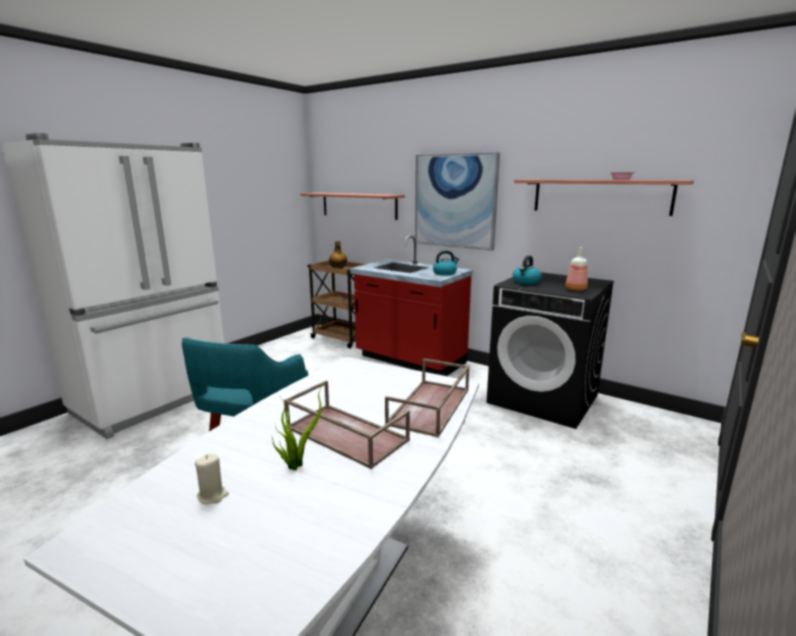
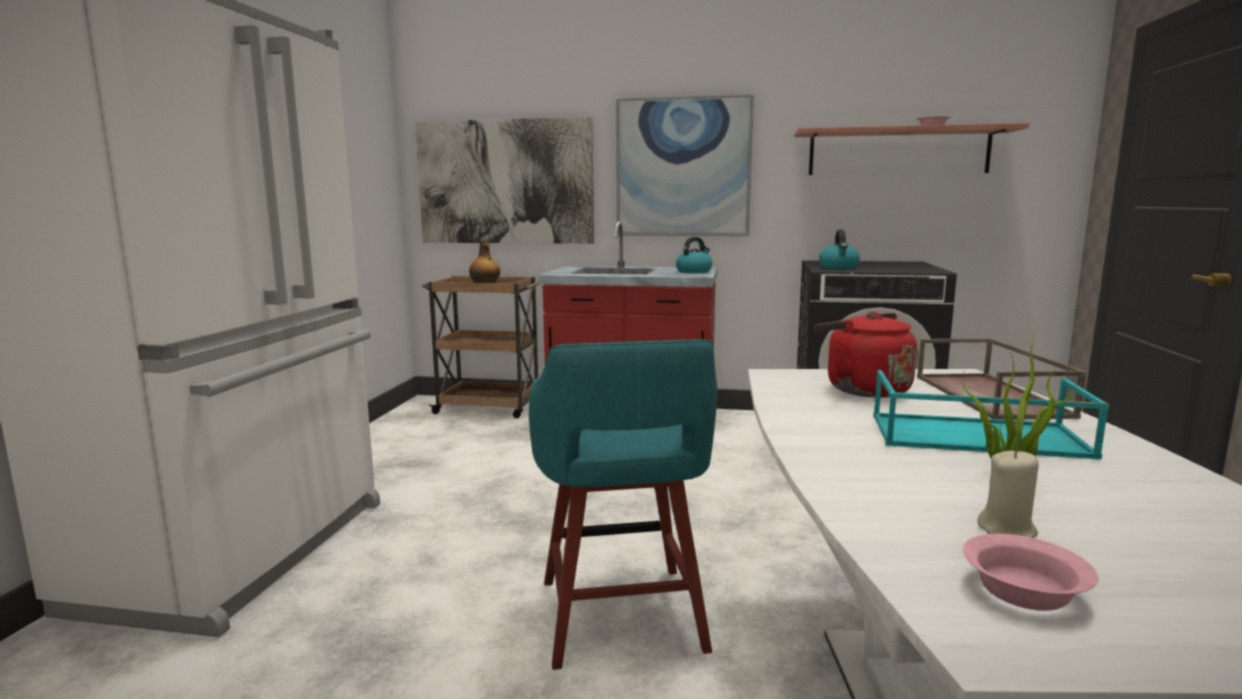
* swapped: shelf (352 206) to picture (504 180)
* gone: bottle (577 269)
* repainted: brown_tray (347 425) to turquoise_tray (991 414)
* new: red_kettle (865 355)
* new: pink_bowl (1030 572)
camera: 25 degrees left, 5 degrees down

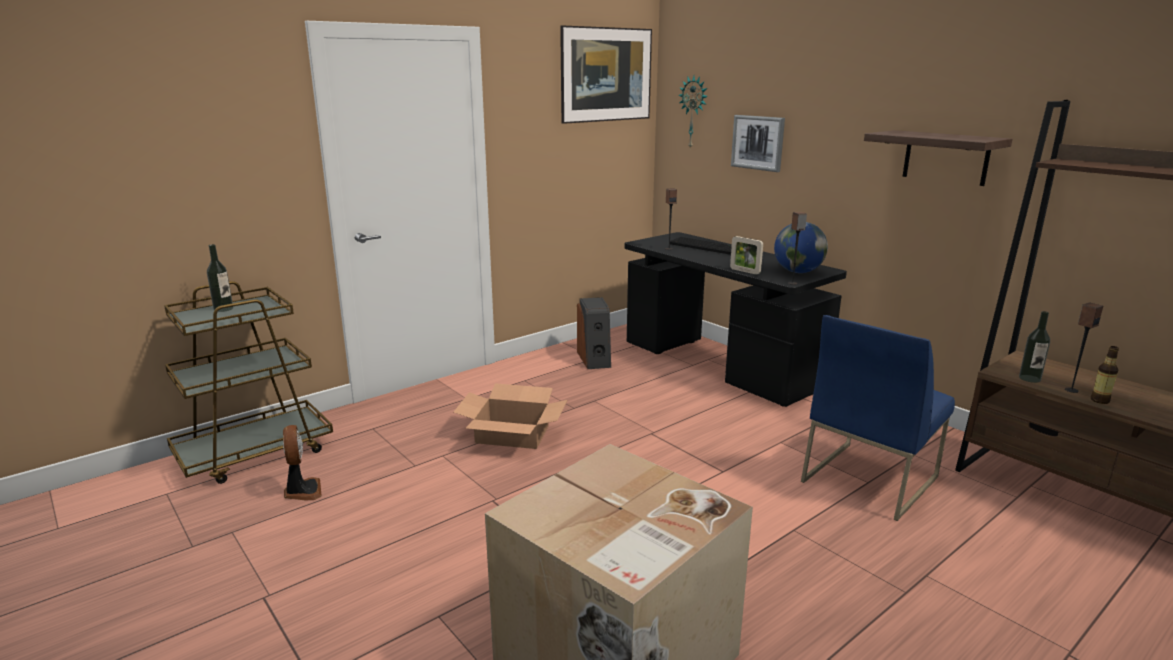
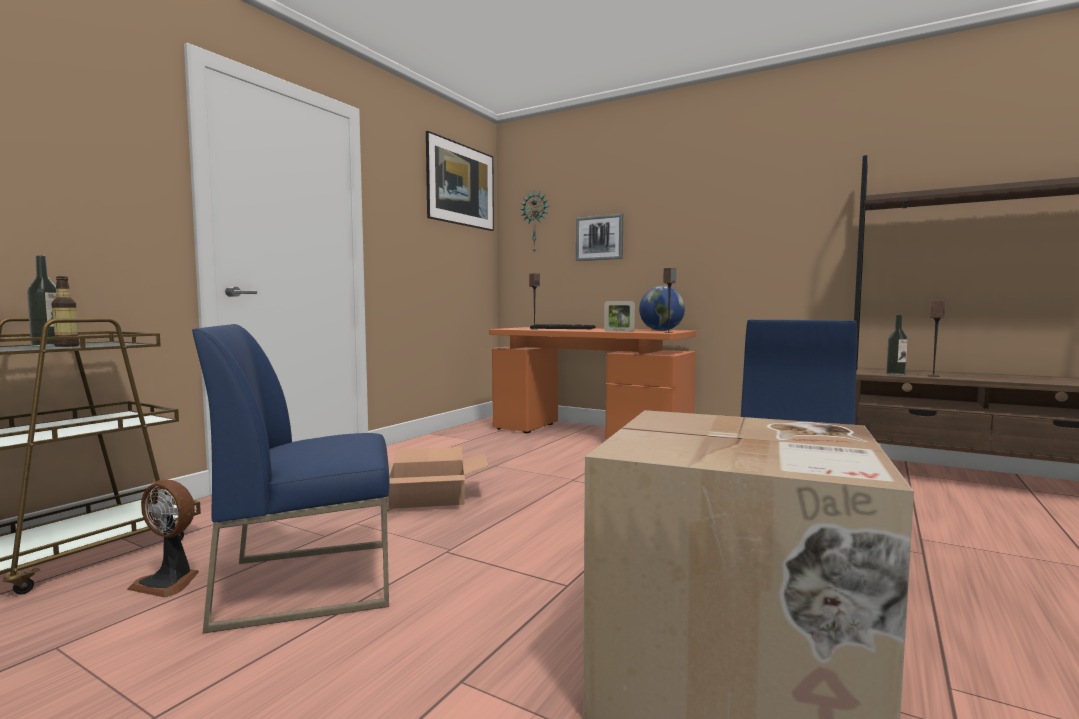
* gone: shelf (938 158)
* repainted: black_desk (736 319) to orange_desk (593 384)
* gone: speaker (594 333)
* shifted: bottle (1105 375) to (65 311)
* rotated: fan (302 462) = (163 538) 150 degrees clockwise
* new: blue_chair (290 478)
camera: 20 degrees left, 15 degrees down

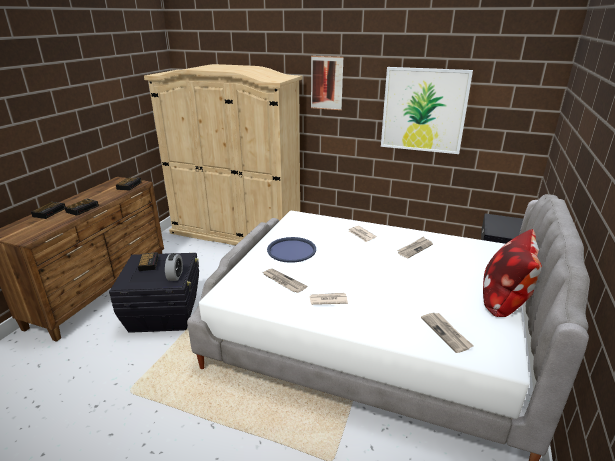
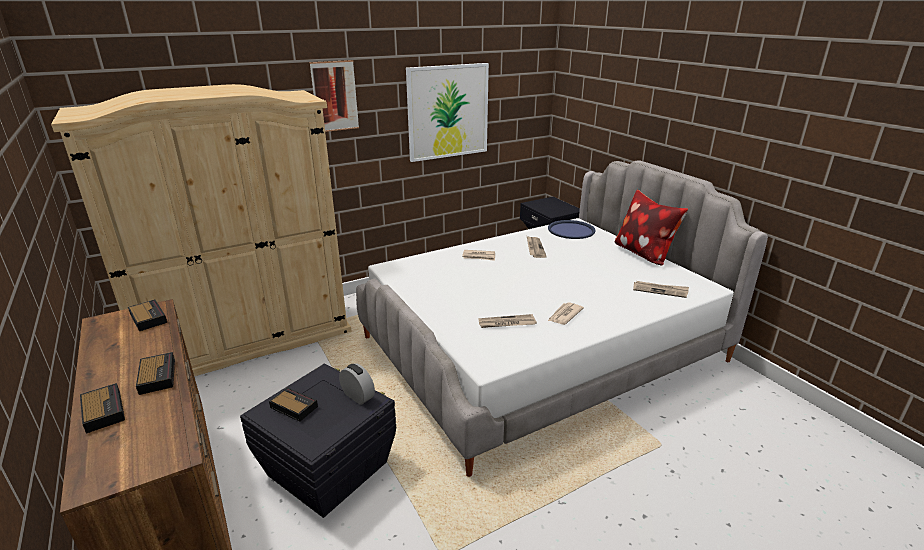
* shifted: blue_tray (291 250) to (572 229)
camera: 50 degrees left, 0 degrees up

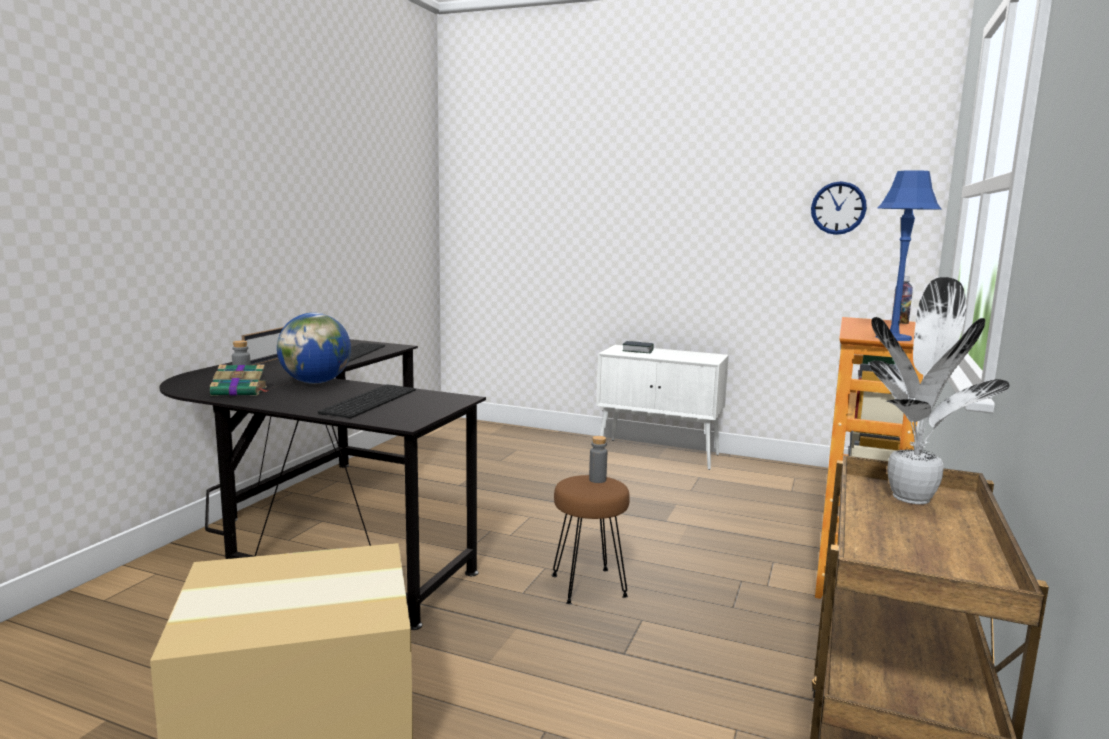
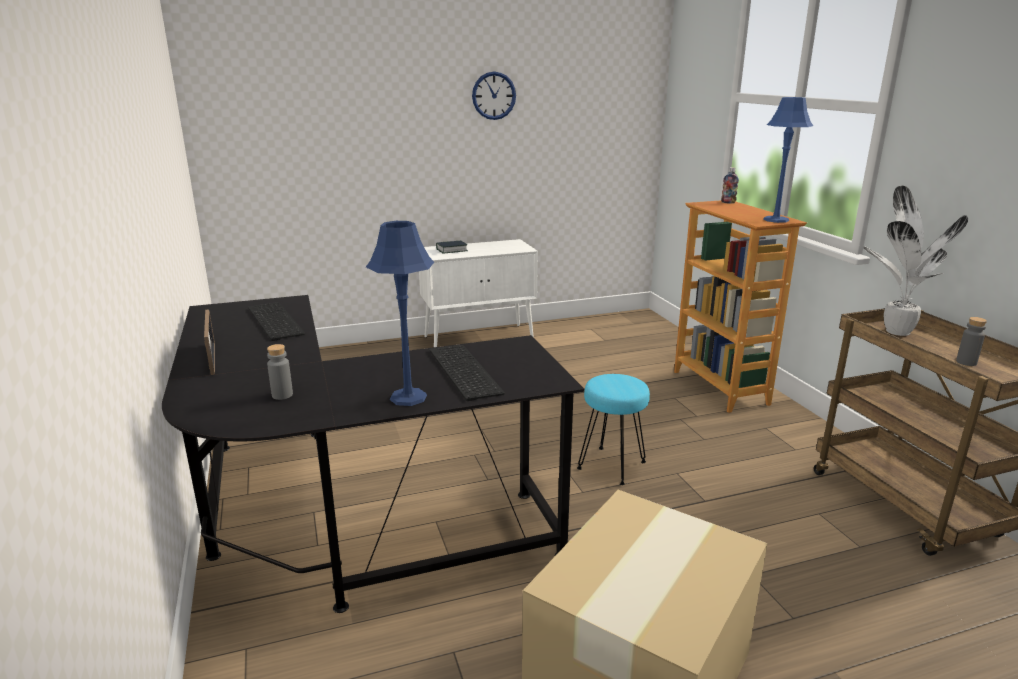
* shifted: wall_clock (839 208) to (494 96)
* gone: globe (314 348)
* gone: book (239 380)
* shifted: grey_bottle (598 459) to (971 341)
* repainted: brown_stool (591 539) to turquoise_stool (613 429)
* new: blue_table_lamp (400 313)
camera: 40 degrees left, 10 degrees up

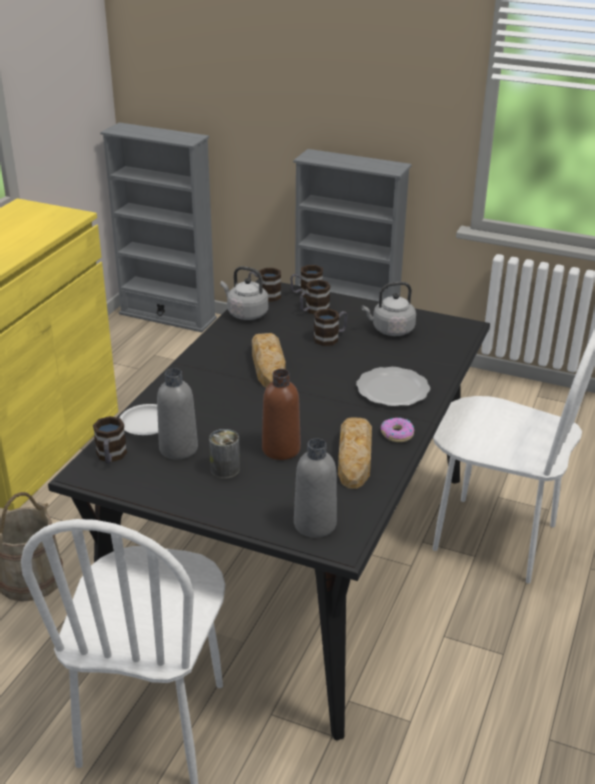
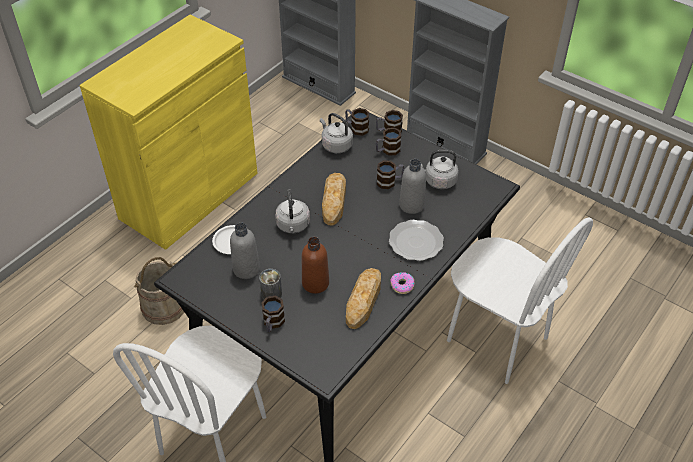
* shifted: mug (110 440) to (273 314)
* shifted: grey_bottle (315 488) to (412 186)
* new: grey_kettle (292 211)
camera: 15 degrees right, 15 degrees up

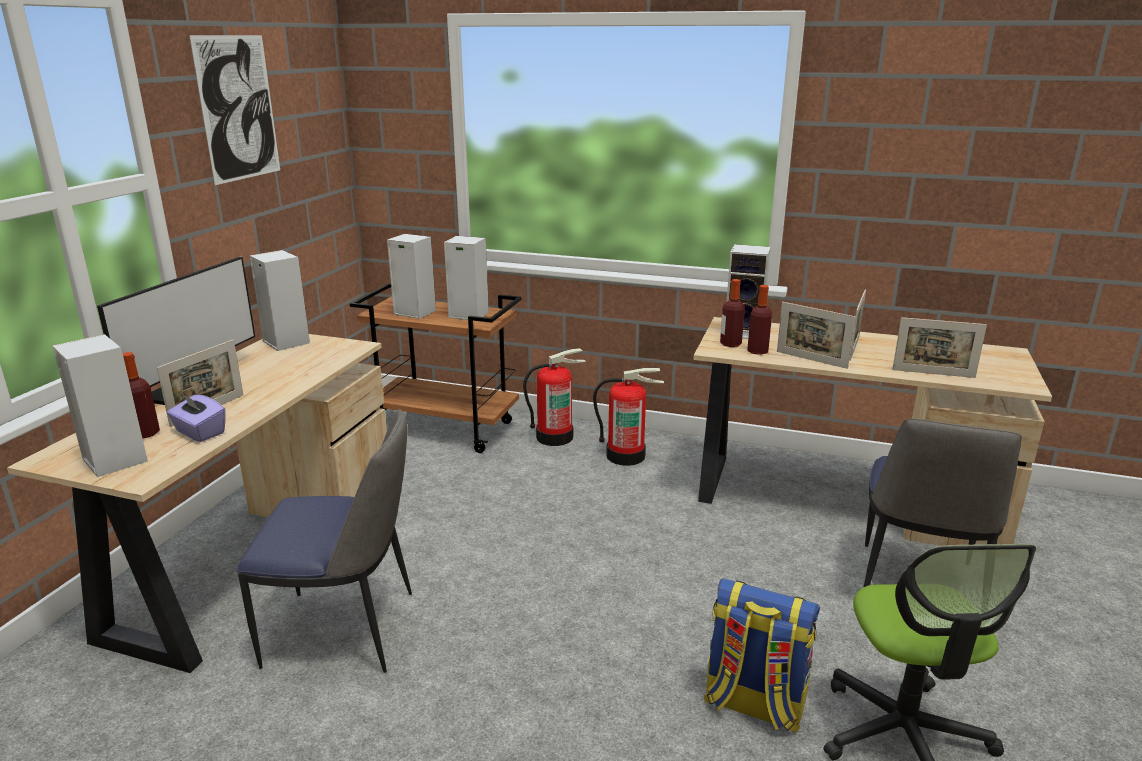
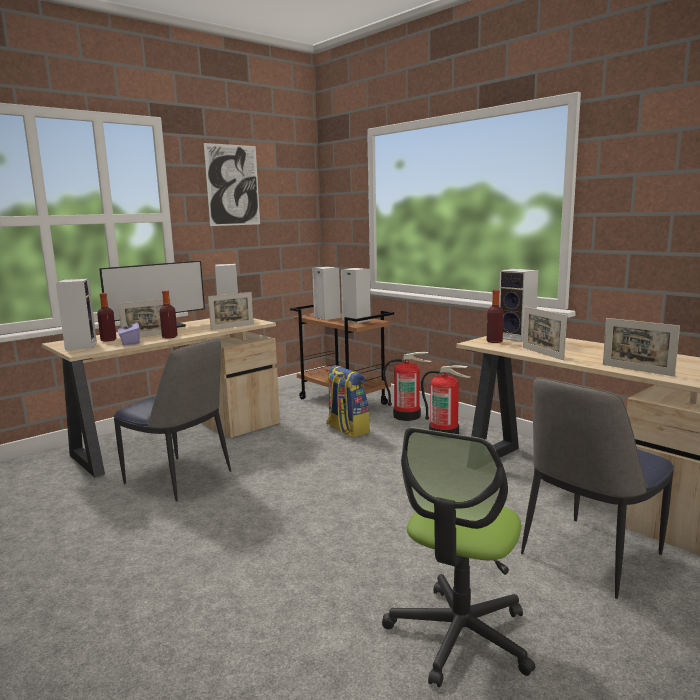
* shifted: bottle (759 320) to (168 314)
* shifted: picture_frame (857 325) to (231 311)
* shifted: backpack (762 655) to (348 401)
camera: 30 degrees right, 10 degrees down

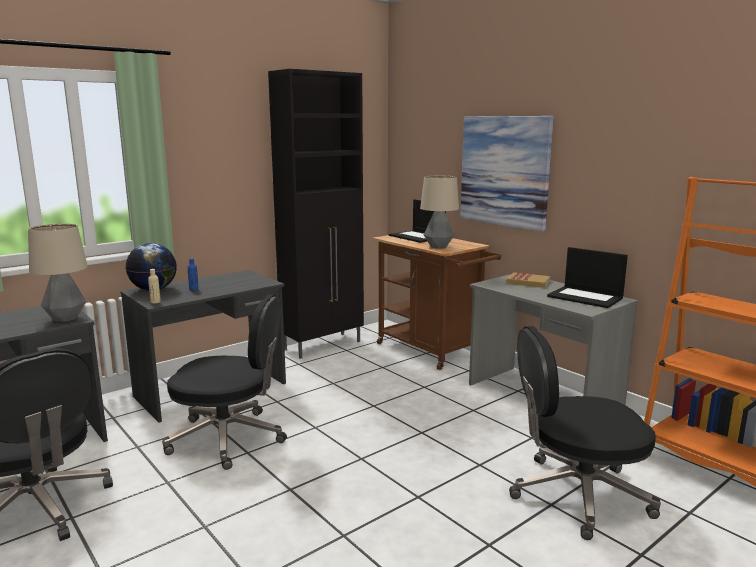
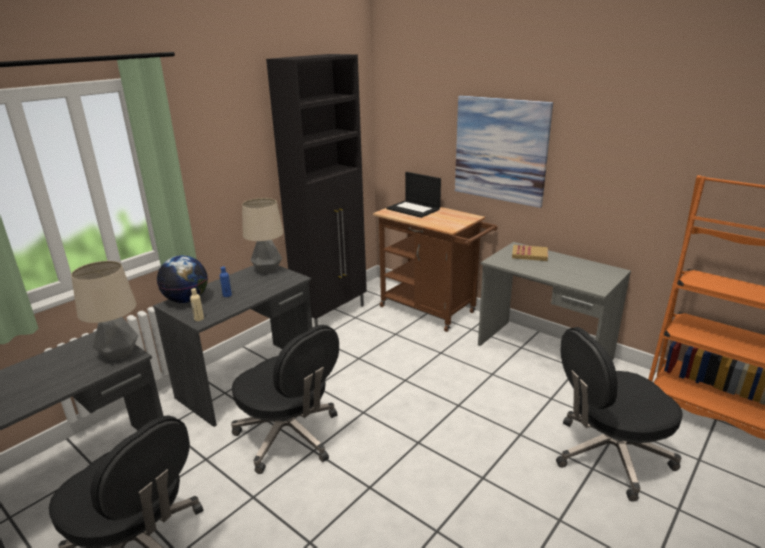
* shifted: table_lamp (439 212) to (262 236)
* gone: laptop (587 277)
* rotated: black_office_chair (224 382) = (285 399) 45 degrees clockwise
camera: 10 degrees left, 10 degrees up

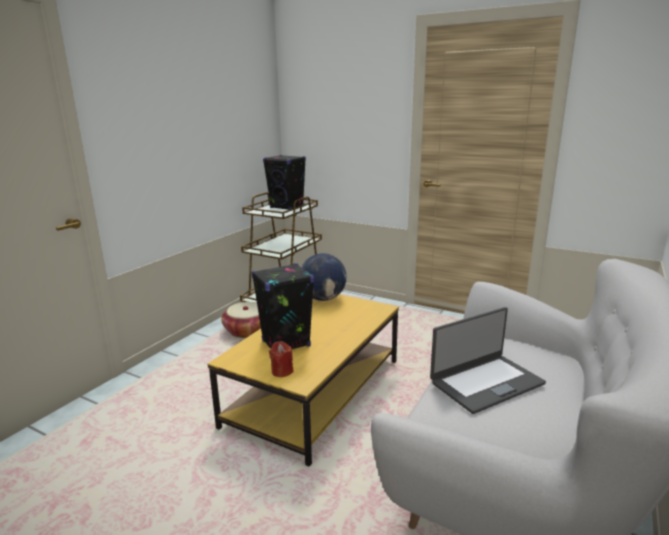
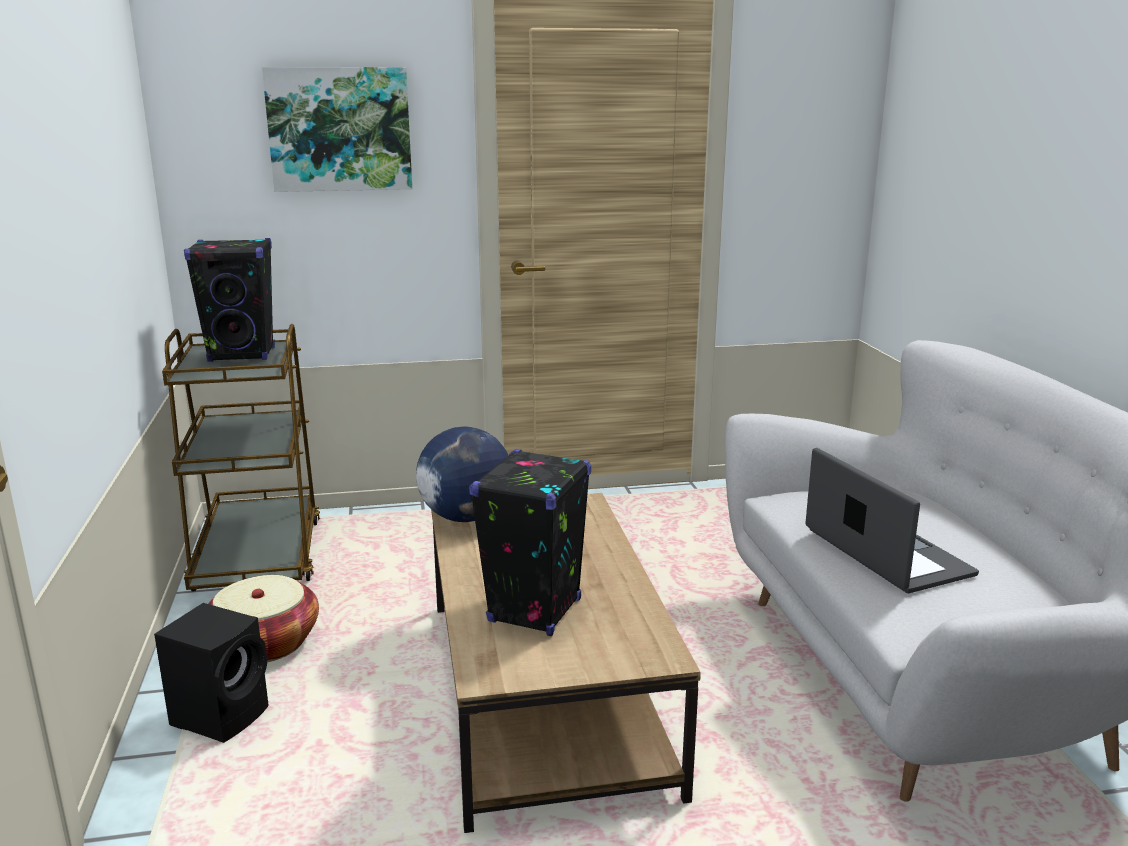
* repainted: yellow_coffee_table (303 380) to brown_coffee_table (566 663)
* rotated: laptop (488 360) = (892 520) 45 degrees counterclockwise
* gone: red_candle (281 359)
* new: picture (337 129)
* new: black_speaker (211 673)
camera: 40 degrees left, 0 degrees up

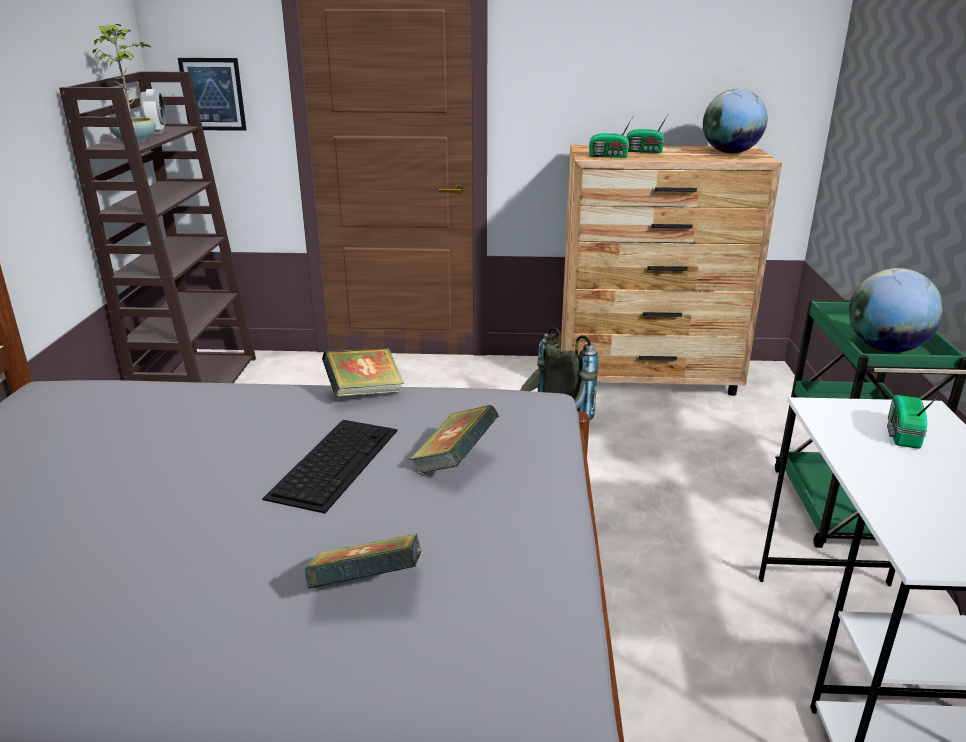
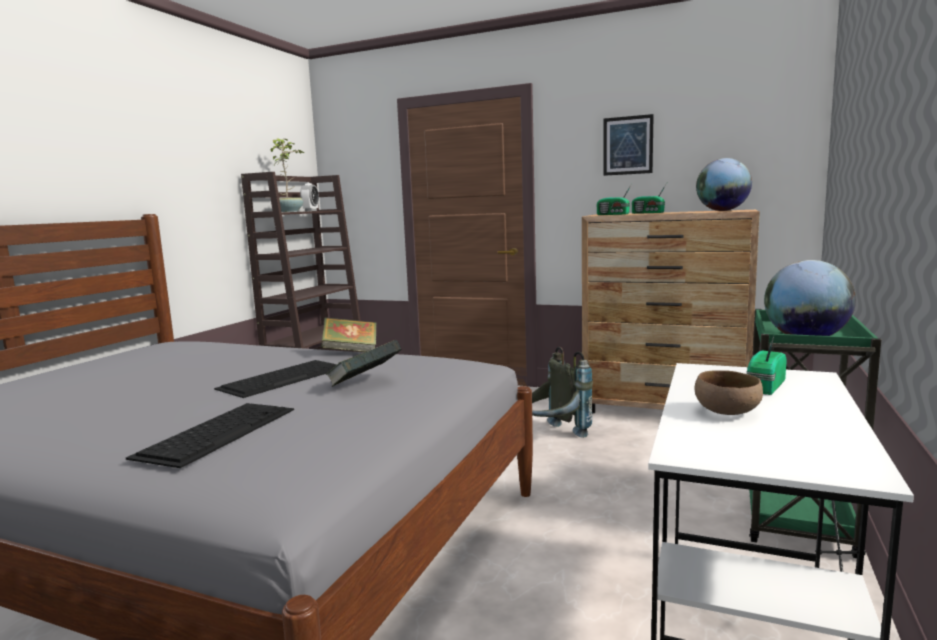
* shifted: picture (212 94) to (628 145)
* swapped: book (363 561) to keyboard (210 435)
* new: brown_bowl (728 392)
camera: 20 degrees right, 15 degrees down

